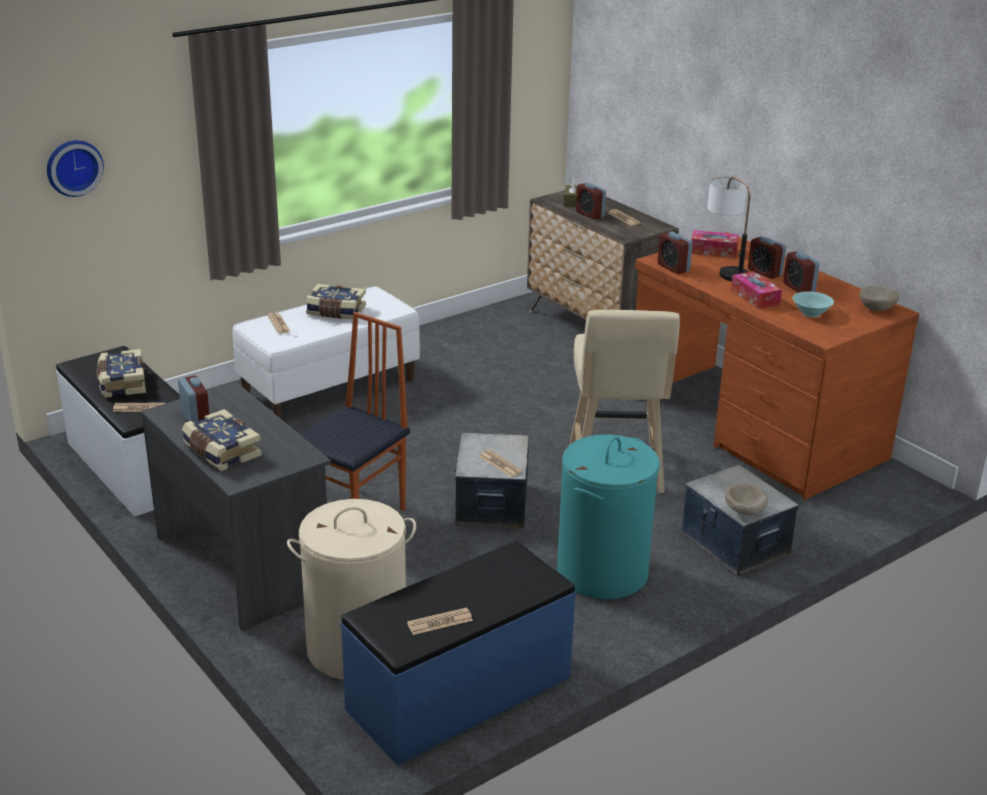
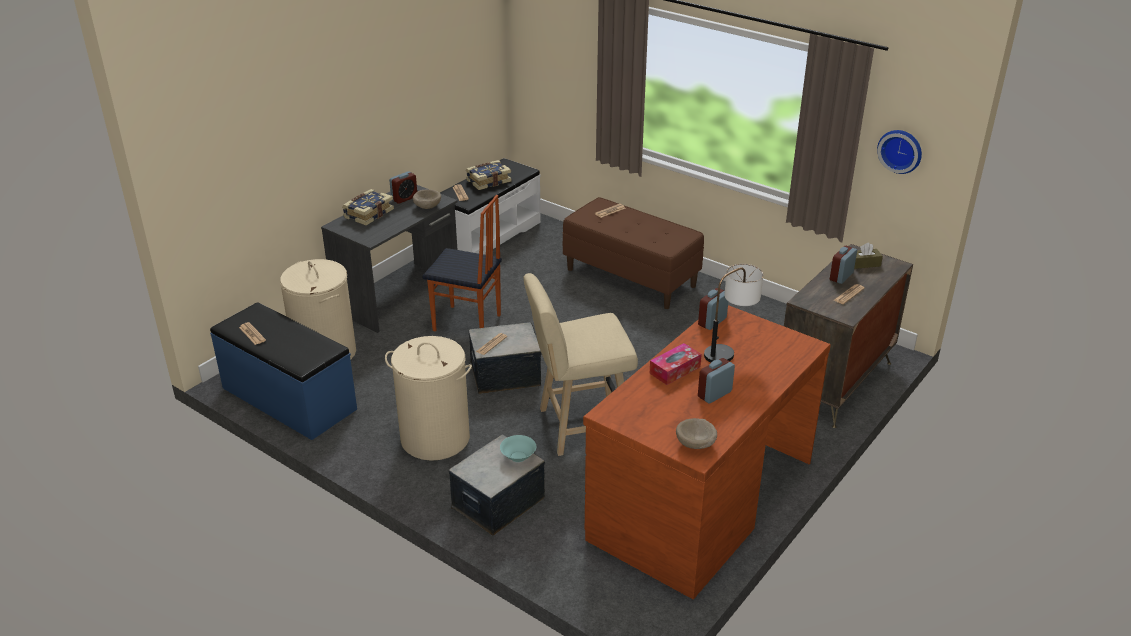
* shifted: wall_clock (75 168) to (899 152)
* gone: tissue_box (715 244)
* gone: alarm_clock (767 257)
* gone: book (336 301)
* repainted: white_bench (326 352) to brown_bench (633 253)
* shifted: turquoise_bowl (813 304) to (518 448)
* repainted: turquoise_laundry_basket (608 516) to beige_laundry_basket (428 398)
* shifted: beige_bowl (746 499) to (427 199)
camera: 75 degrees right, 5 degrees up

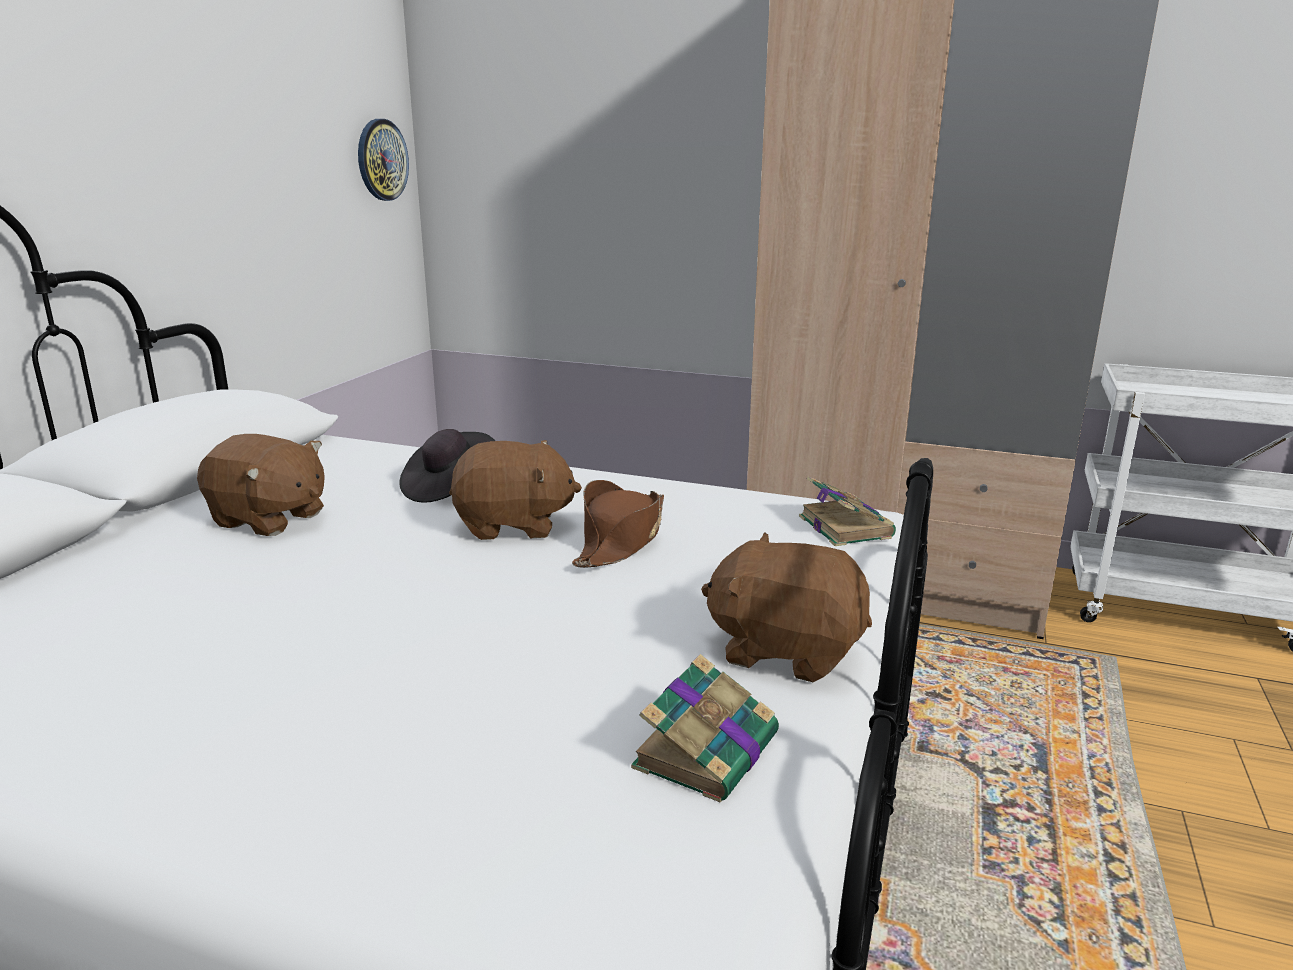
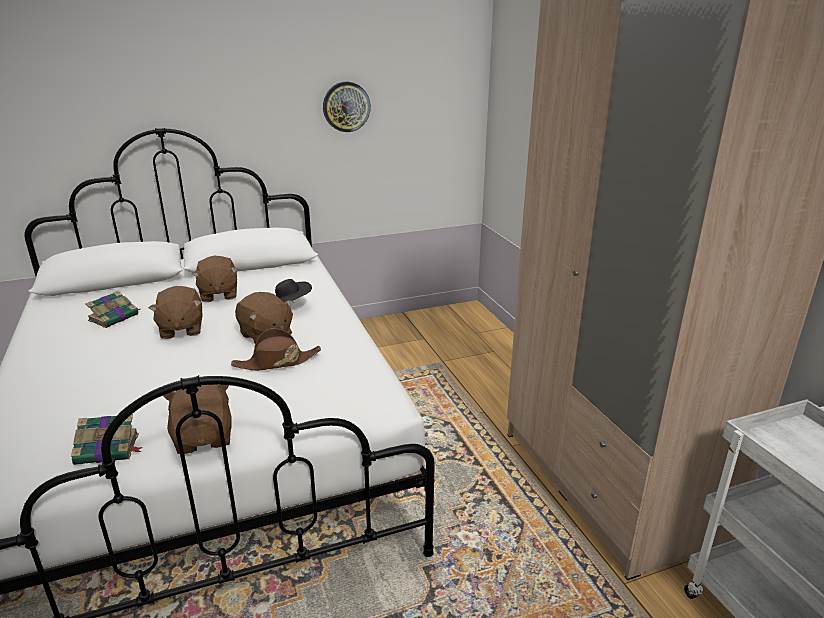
* shifted: wall_clock (383 160) to (347 107)
* shifted: book (847 511) to (112 309)
* new: brown_plush_toy (175 312)
camera: 50 degrees right, 5 degrees up

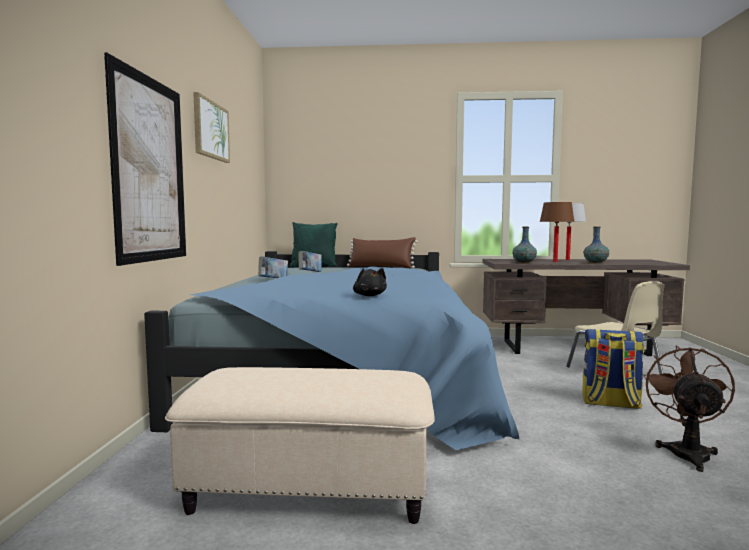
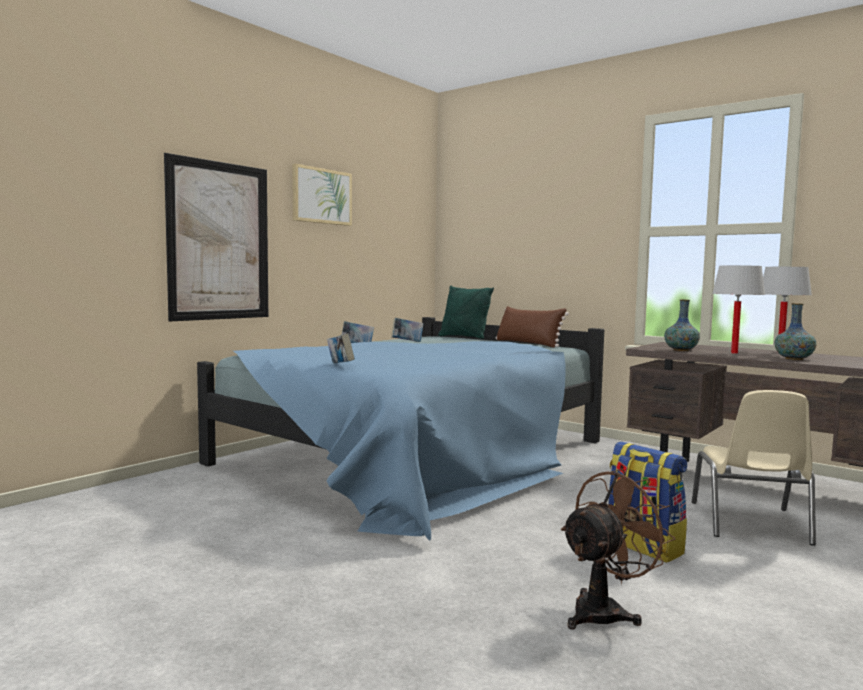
* repainted: brown_table_lamp (557 232) to white_table_lamp (738 309)
* swapped: black_plush_toy (370 282) to book (341 348)
* gone: beige_ottoman (300 445)
camera: 35 degrees right, 0 degrees up

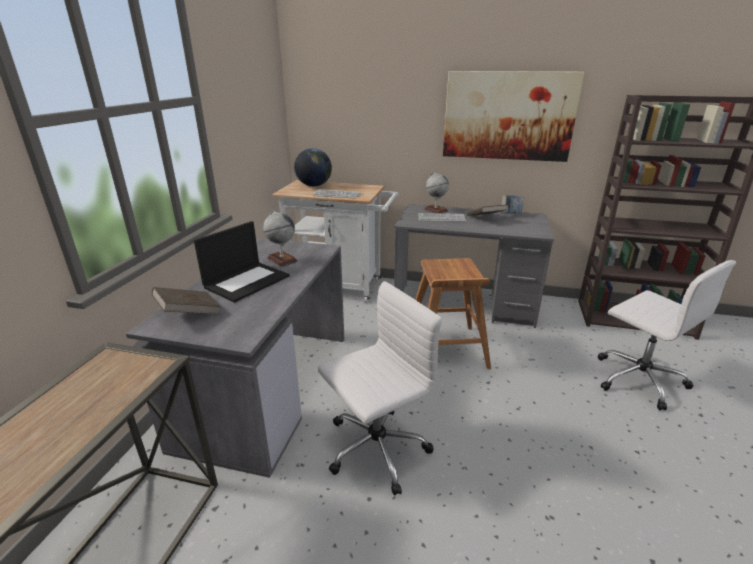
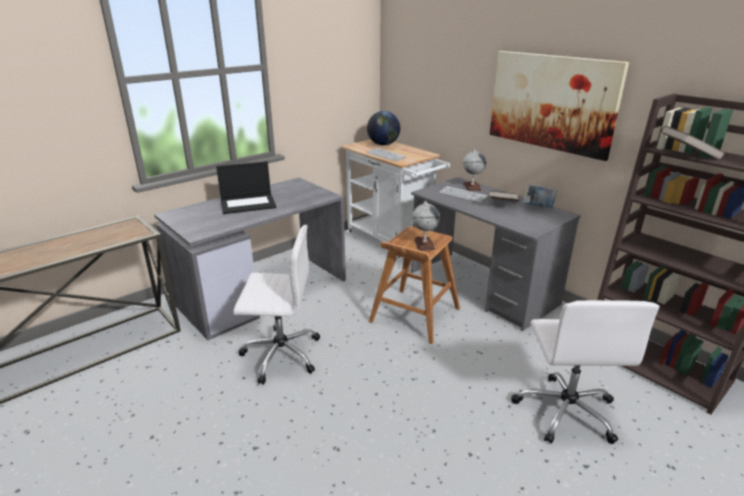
* shifted: globe (280 238) to (426 226)
* shifted: brown_book (187 300) to (693 143)
camera: 35 degrees right, 0 degrees up

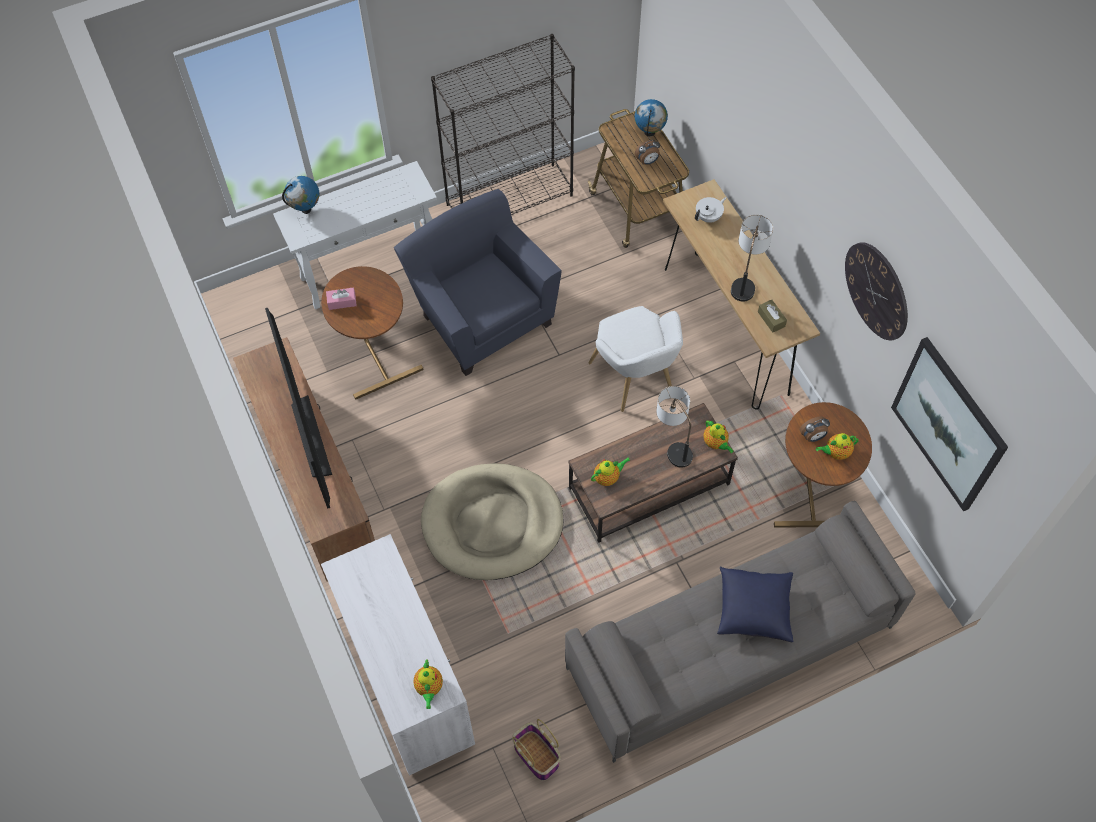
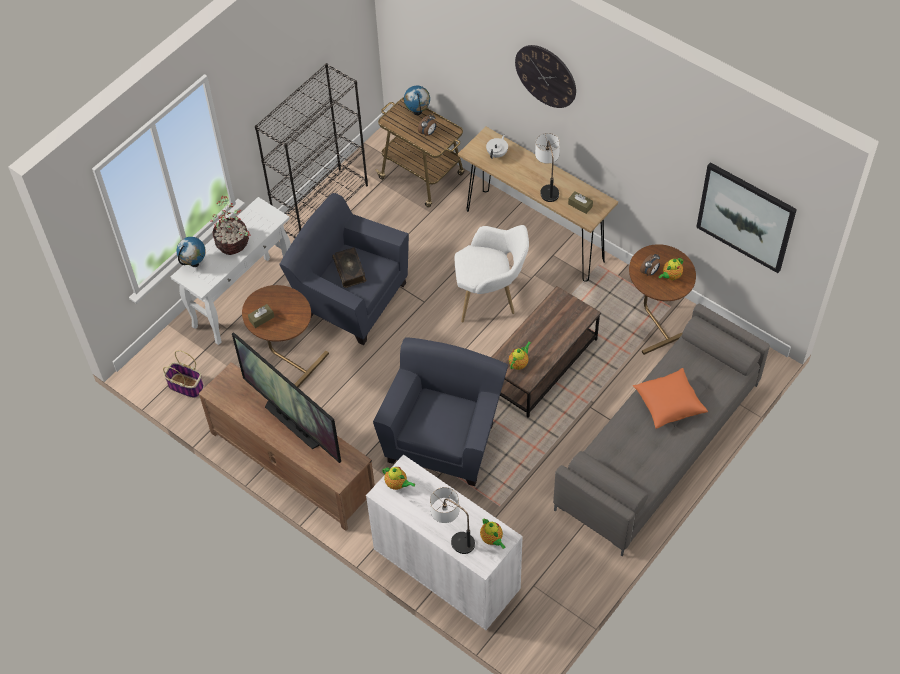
* shifted: wall_clock (876 291) to (545 76)
* repainted: pink_tissue_box (341 299) to brown_tissue_box (261 316)
* rotated: white_armchair (635 359) = (492 273) 45 degrees counterclockwise
* shifted: table_lamp (674 427) to (452 520)
* shifted: teapot (718 436) to (398 478)
* swapped: beige_dog_bed (492 521) to blue_armchair (440 411)
* repainted: blue_pillow (755 604) to orange_pillow (670 398)
* shifted: basket (536 750) to (183 374)
* new: potted_plant (230 225)
* new: book (349 267)
camera: 25 degrees left, 5 degrees down

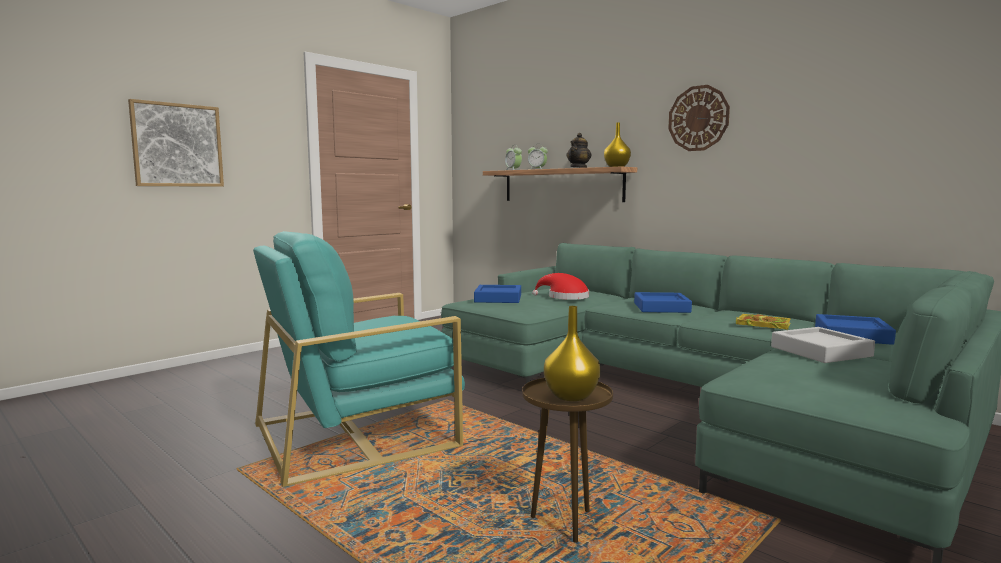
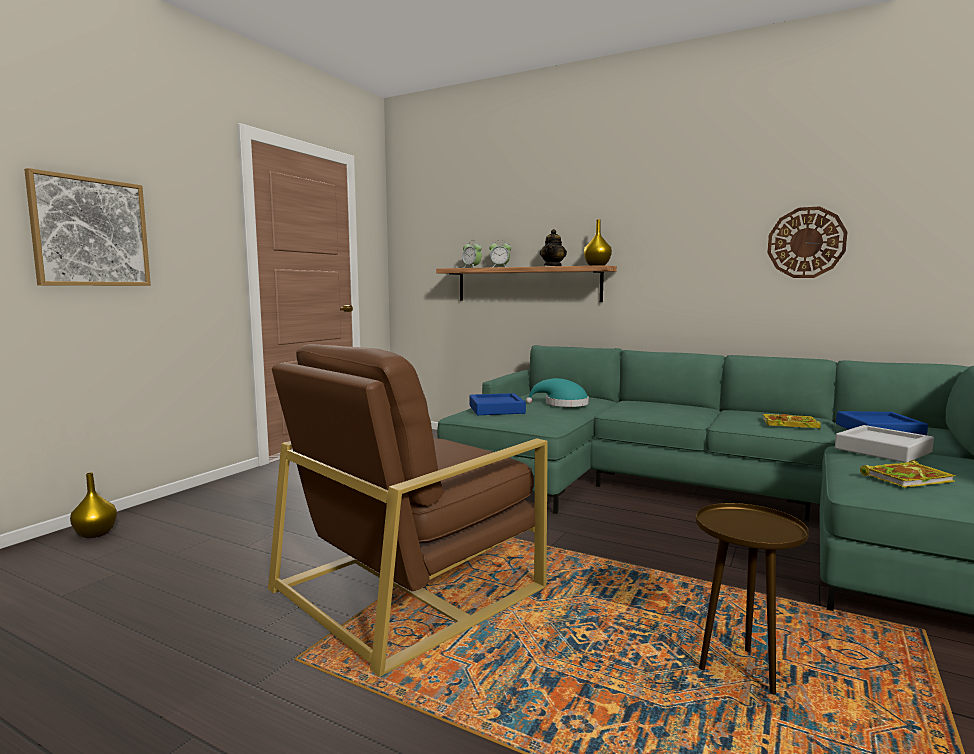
* shifted: wall_clock (699 118) to (807 242)
* repainted: turquoise_armchair (359 359) to brown_armchair (408 510)
* repainted: red_hat (560 286) to turquoise_hat (557 392)
* gone: blue_tray (663 302)
* shifted: yellow_vase (572 353) to (93 505)
* new: book (908 474)
camera: 15 degrees left, 0 degrees up

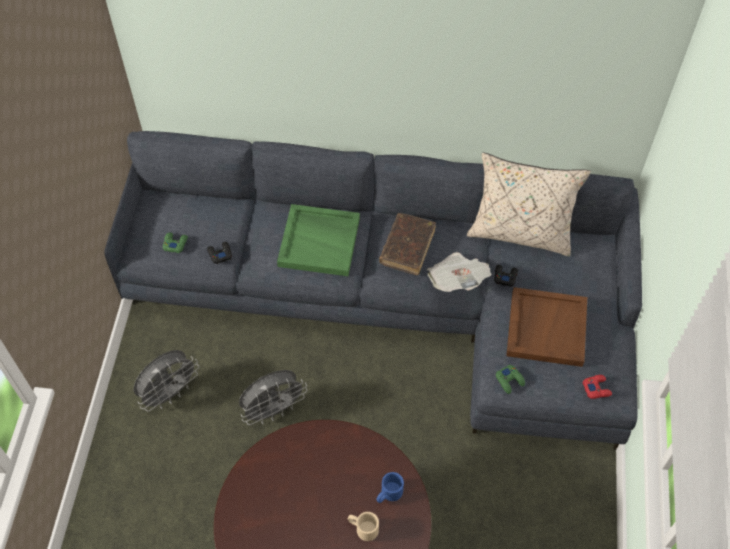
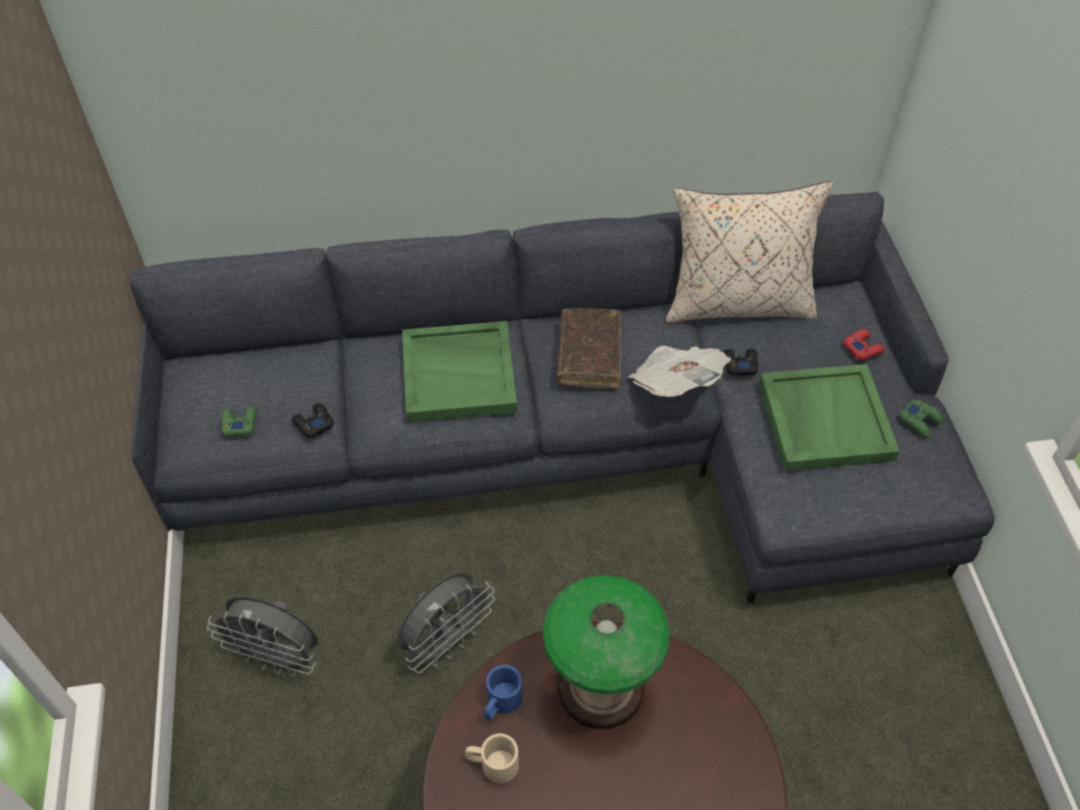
* repainted: brown_tray (546 327) to green_tray (829 417)
* rotated: grey_fan (166 381) = (262 637) 75 degrees clockwise
* shifted: green_game_controller (510 379) to (921 418)
* shifted: red_game_controller (597 387) to (864 344)
* shifted: blue_mug (390 487) to (503 693)
* shifted: beige_mug (363 526) to (492 758)
* new: table_lamp (606 652)
camera: 15 degrees left, 5 degrees down

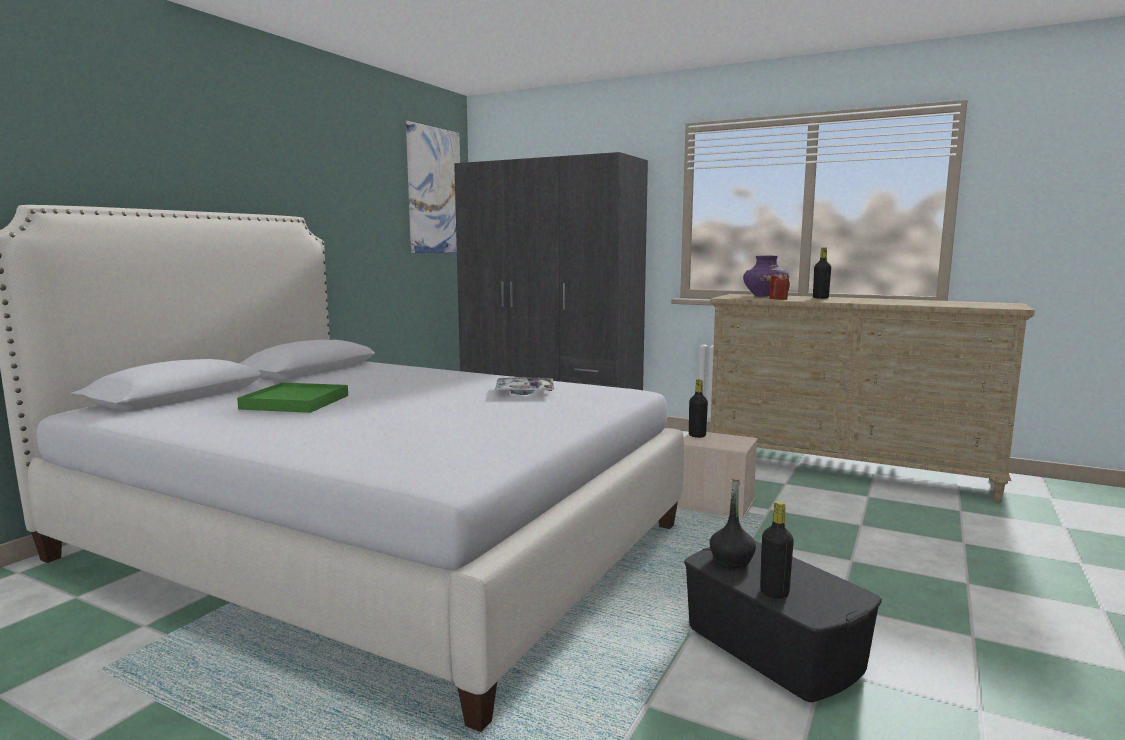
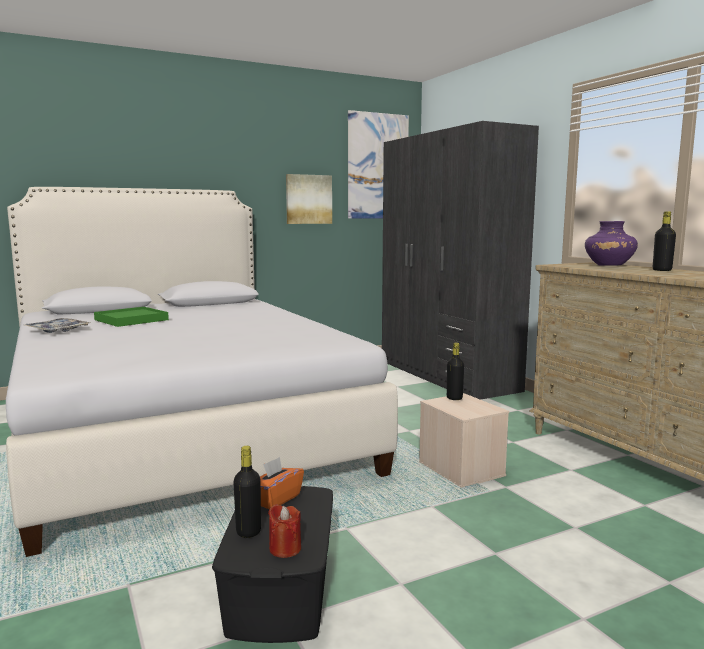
* shifted: red_candle (779 287) to (284 531)
* shifted: tray (524 386) to (57 325)
* swapped: black_bottle (732 522) to orange_tissue_box (282 483)
* new: picture (309 199)
camera: 35 degrees right, 0 degrees up

